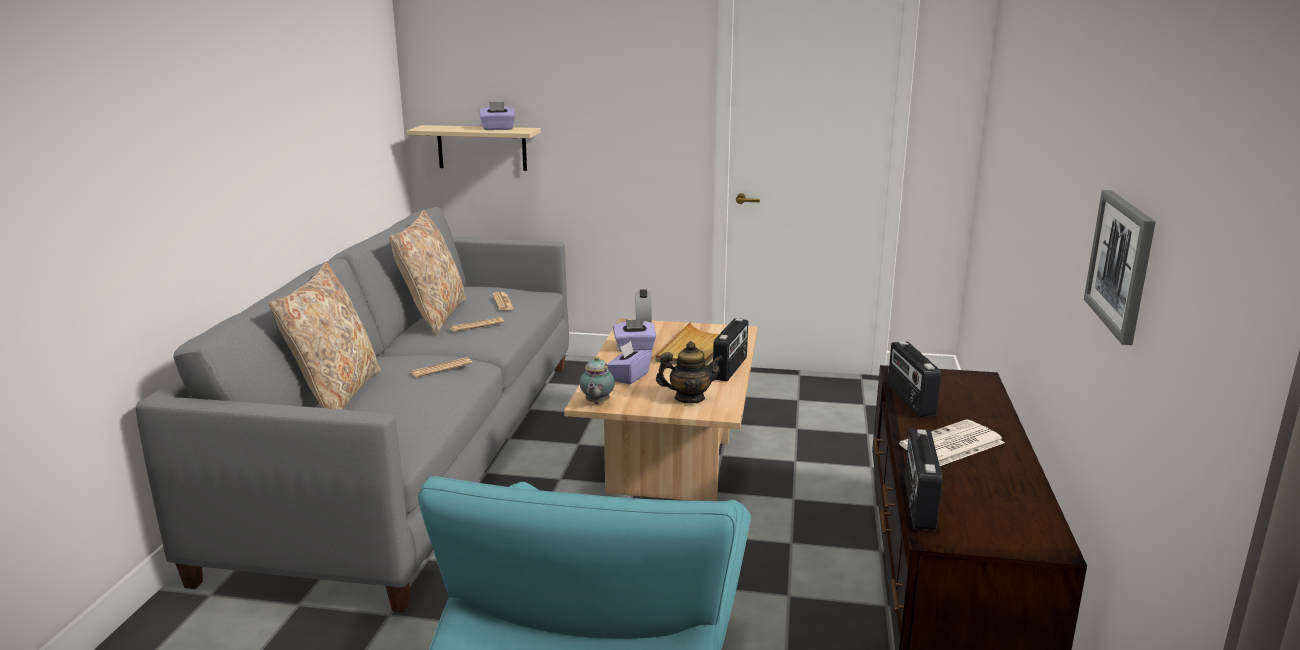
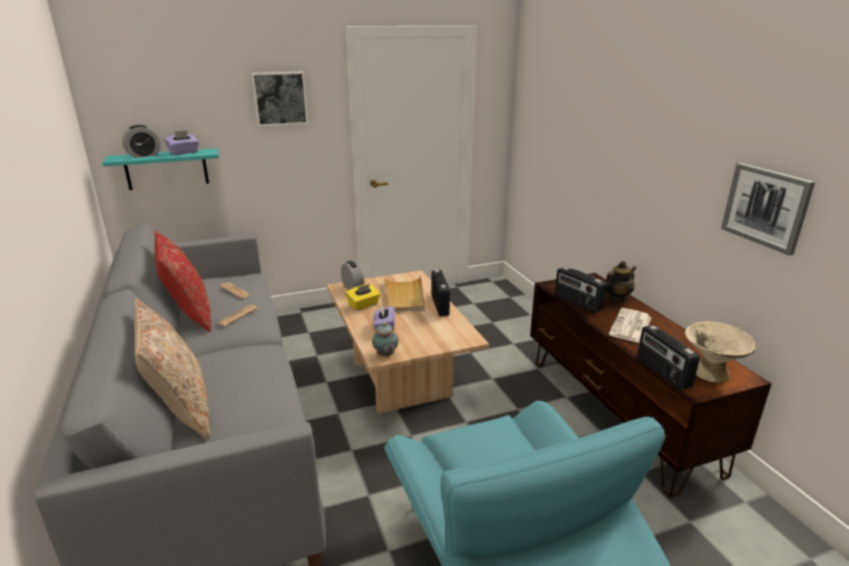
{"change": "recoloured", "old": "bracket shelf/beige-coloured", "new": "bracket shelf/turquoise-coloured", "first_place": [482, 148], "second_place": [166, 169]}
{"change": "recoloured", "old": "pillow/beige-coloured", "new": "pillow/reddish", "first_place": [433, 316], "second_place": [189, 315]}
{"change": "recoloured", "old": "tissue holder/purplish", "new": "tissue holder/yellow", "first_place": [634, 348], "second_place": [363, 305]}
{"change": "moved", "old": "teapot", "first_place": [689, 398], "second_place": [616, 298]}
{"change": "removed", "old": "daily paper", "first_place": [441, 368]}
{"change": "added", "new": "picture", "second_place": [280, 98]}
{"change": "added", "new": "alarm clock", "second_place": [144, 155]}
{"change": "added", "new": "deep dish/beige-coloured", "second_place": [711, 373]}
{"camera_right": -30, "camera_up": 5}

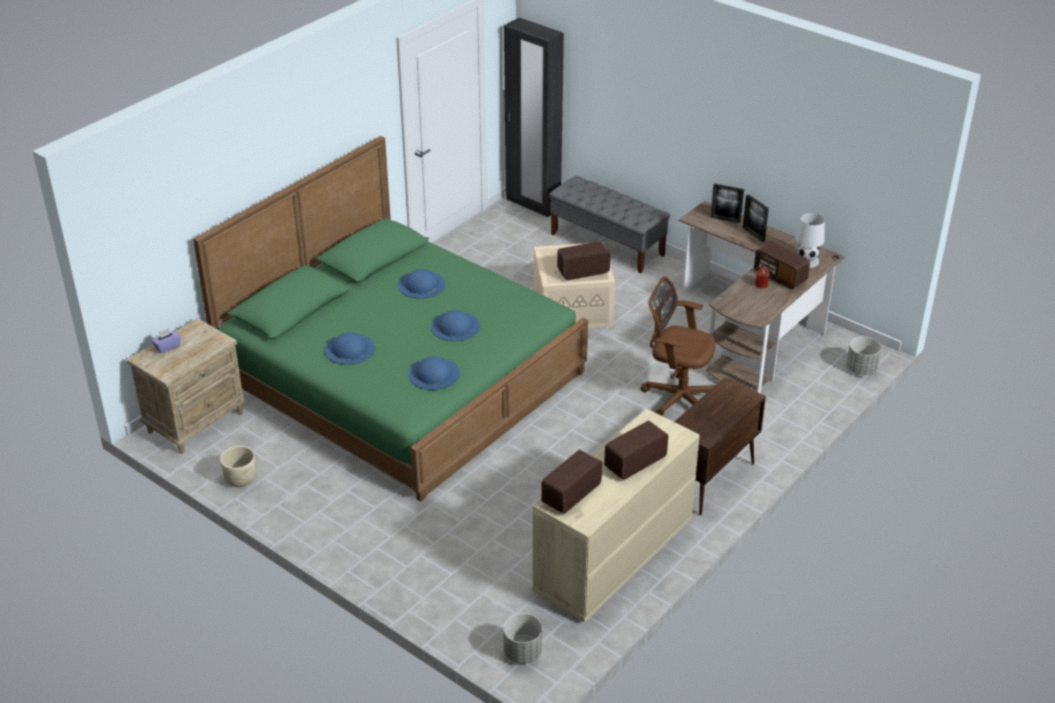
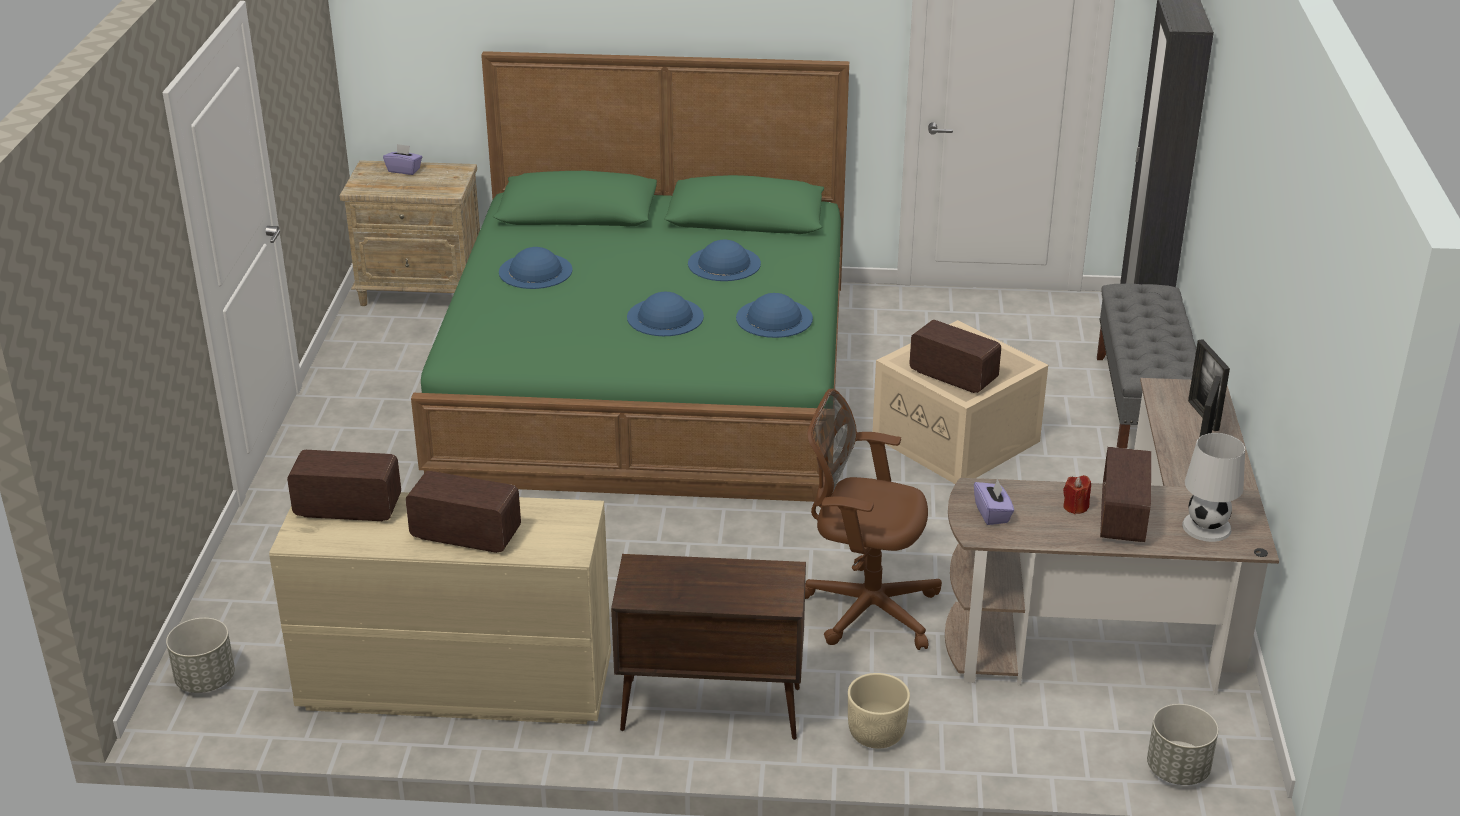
{"change": "turned", "old": "office chair/brown", "first_place": [677, 399], "second_place": [864, 607], "degrees": -60}
{"change": "moved", "old": "hat/blue-coloured", "first_place": [434, 373], "second_place": [774, 318]}
{"change": "moved", "old": "plant pot/beige-coloured", "first_place": [241, 479], "second_place": [876, 734]}
{"change": "added", "new": "tissue holder/purplish", "second_place": [992, 514]}
{"camera_right": 55, "camera_up": -5}

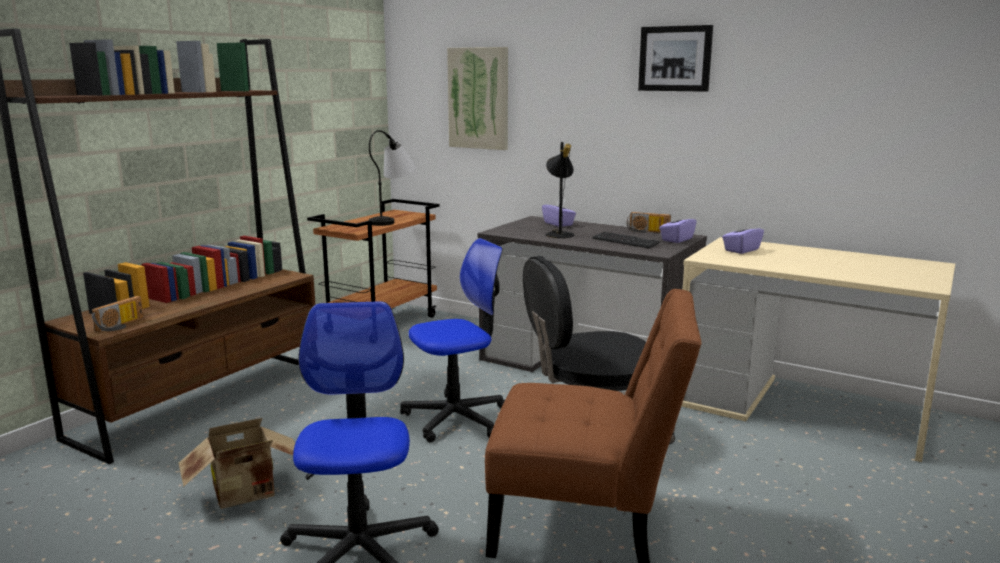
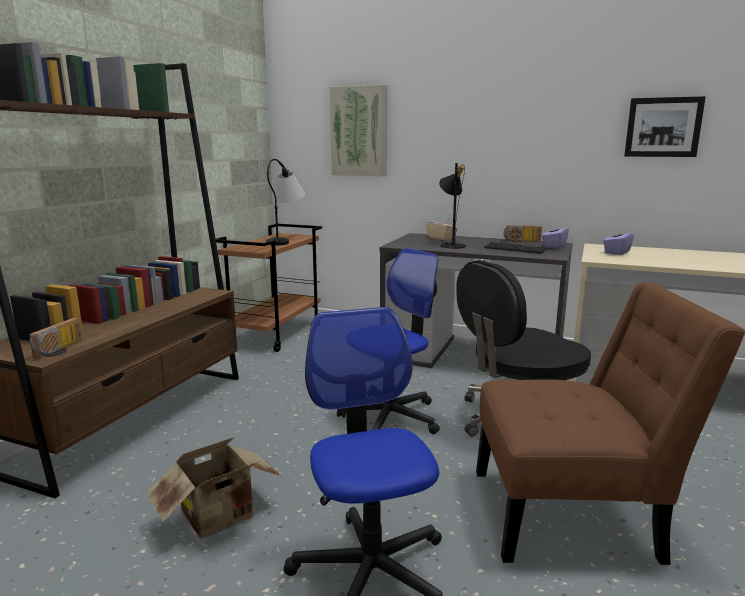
{"change": "moved", "old": "picture", "first_place": [675, 58], "second_place": [663, 127]}
{"change": "recoloured", "old": "tissue holder/purplish", "new": "tissue holder/beige-coloured", "first_place": [558, 224], "second_place": [441, 238]}
{"camera_right": -10, "camera_up": 0}

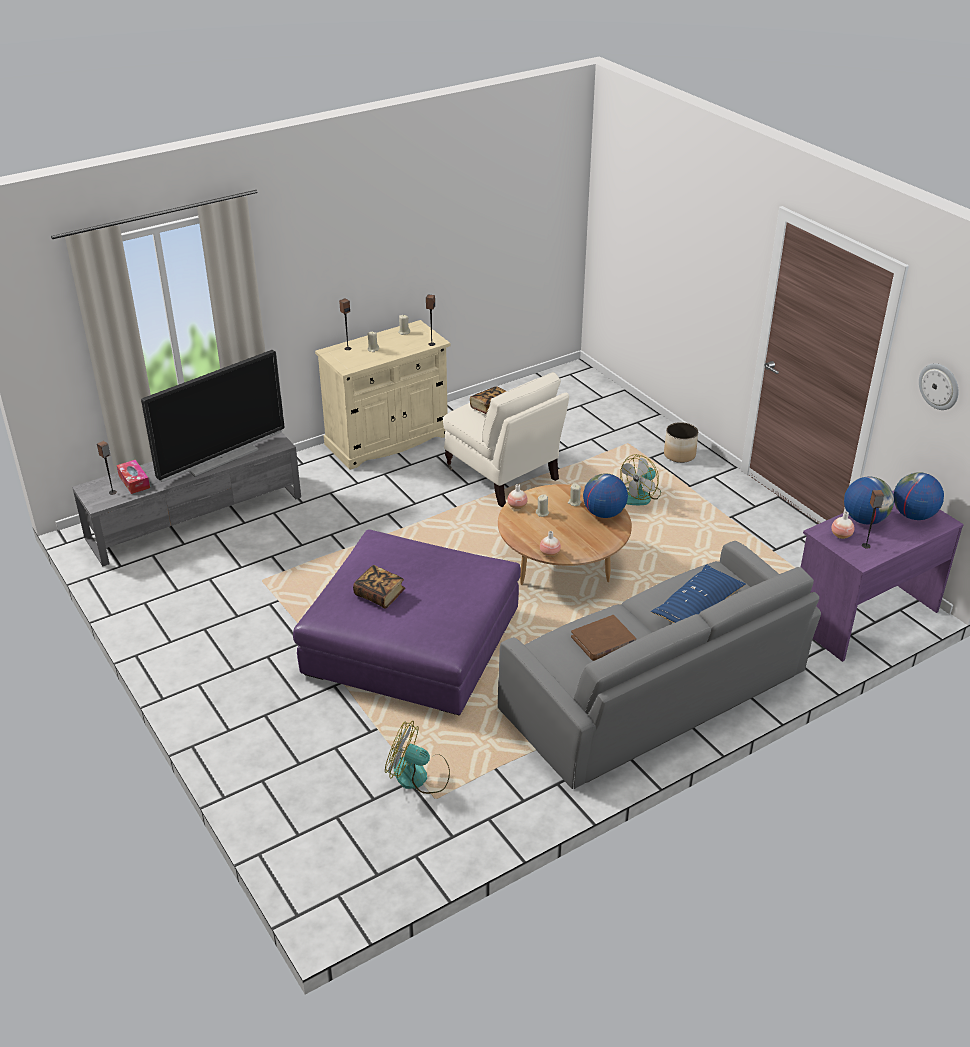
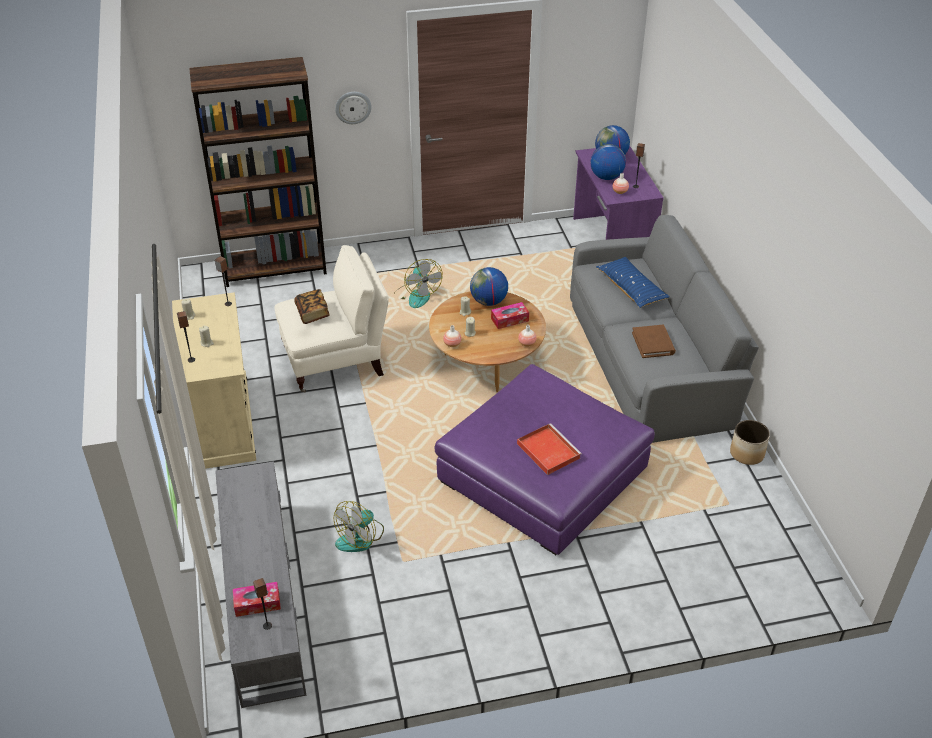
{"change": "removed", "old": "TV set", "first_place": [221, 458]}
{"change": "moved", "old": "clock on the wall", "first_place": [939, 386], "second_place": [353, 107]}
{"change": "moved", "old": "plant pot", "first_place": [679, 455], "second_place": [747, 453]}
{"change": "replaced", "old": "bound book", "new": "carrying tray/reddish", "first_place": [379, 595], "second_place": [547, 450]}
{"change": "moved", "old": "electric fan", "first_place": [419, 776], "second_place": [360, 537]}
{"change": "added", "new": "bookshelf/brown", "second_place": [275, 268]}
{"change": "added", "new": "tissue holder", "second_place": [509, 320]}
{"camera_right": -70, "camera_up": 5}

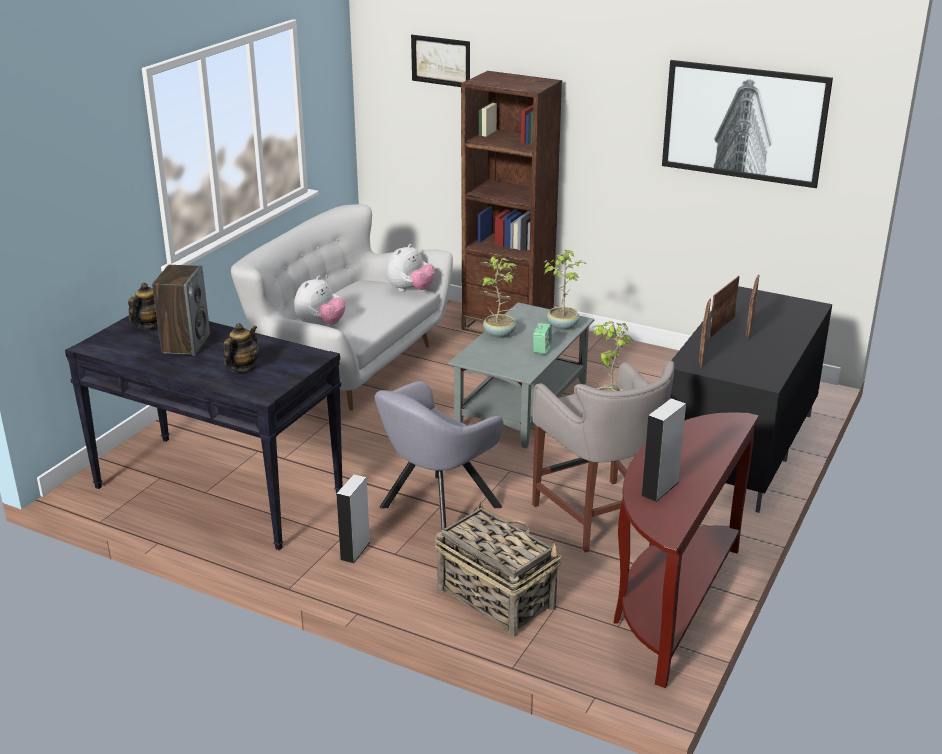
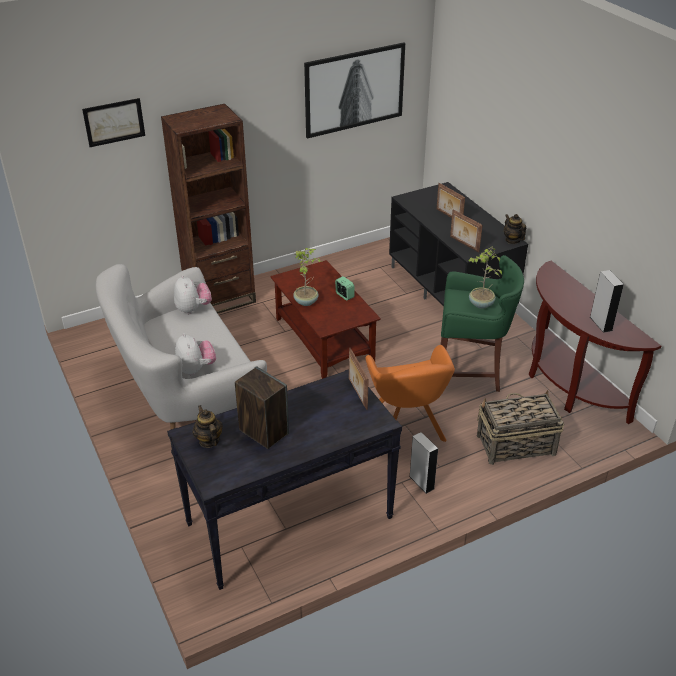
{"change": "removed", "old": "plant in a pot", "first_place": [563, 326]}
{"change": "moved", "old": "photo frame", "first_place": [721, 327], "second_place": [357, 394]}
{"change": "recoloured", "old": "low table/greyish", "new": "low table/brown", "first_place": [522, 404], "second_place": [323, 339]}
{"change": "moved", "old": "teapot", "first_place": [242, 368], "second_place": [512, 240]}
{"change": "recoloured", "old": "stool/greyish", "new": "stool/greenish", "first_place": [599, 517], "second_place": [471, 370]}
{"change": "recoloured", "old": "armchair/greyish", "new": "armchair/orangey", "first_place": [435, 509], "second_place": [407, 429]}
{"camera_right": -55, "camera_up": 10}

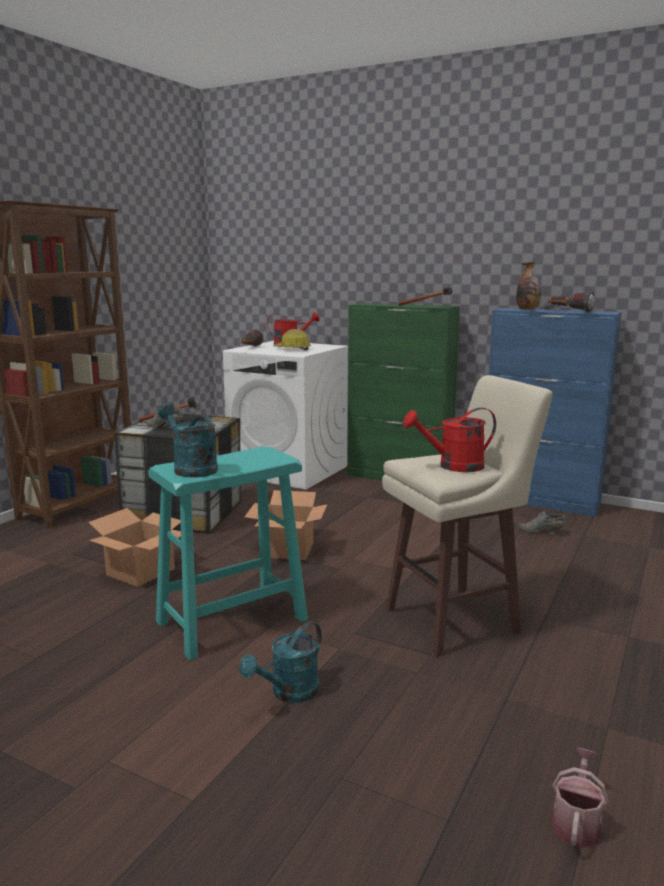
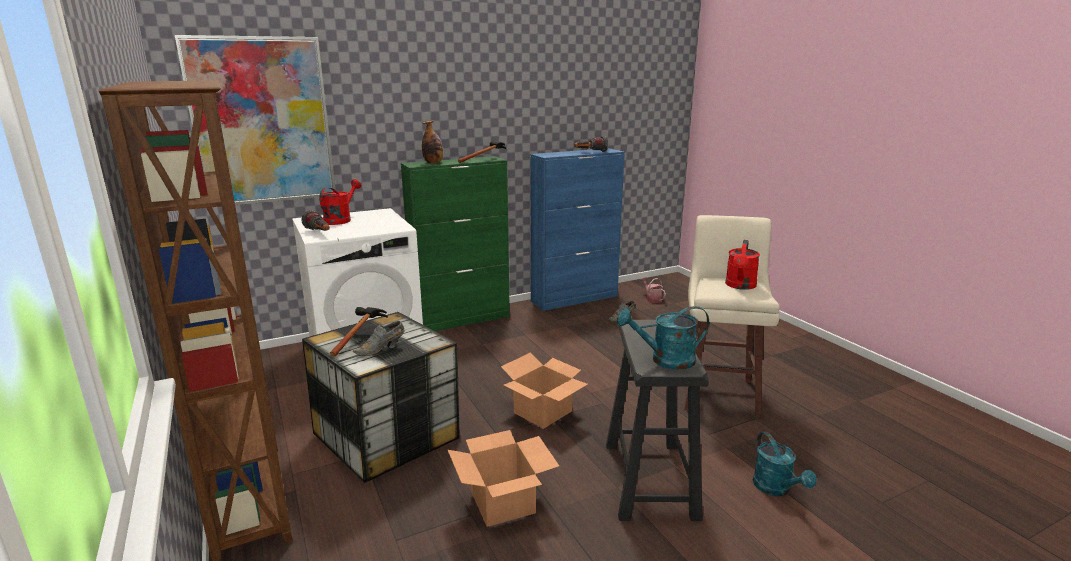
{"change": "moved", "old": "bottle", "first_place": [527, 310], "second_place": [433, 163]}
{"change": "removed", "old": "safety helmet", "first_place": [292, 349]}
{"change": "recoloured", "old": "stool/turquoise-coloured", "new": "stool/black-coloured", "first_place": [231, 621], "second_place": [649, 480]}
{"change": "moved", "old": "watering pot", "first_place": [576, 822], "second_place": [652, 298]}
{"change": "added", "new": "picture", "second_place": [262, 122]}
{"camera_right": -55, "camera_up": 5}

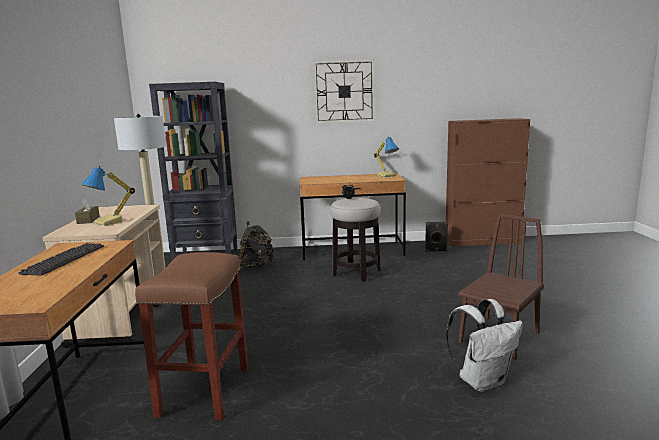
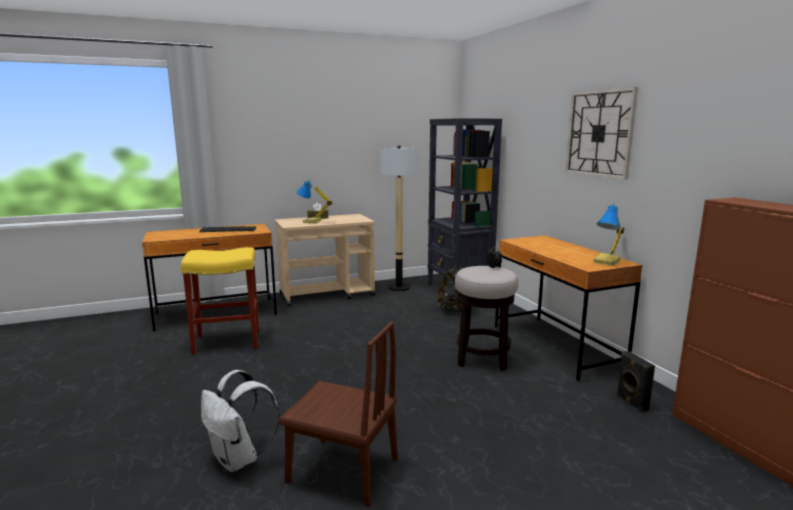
{"change": "recoloured", "old": "stool/brown", "new": "stool/yellow", "first_place": [205, 392], "second_place": [226, 342]}
{"camera_right": 70, "camera_up": 0}

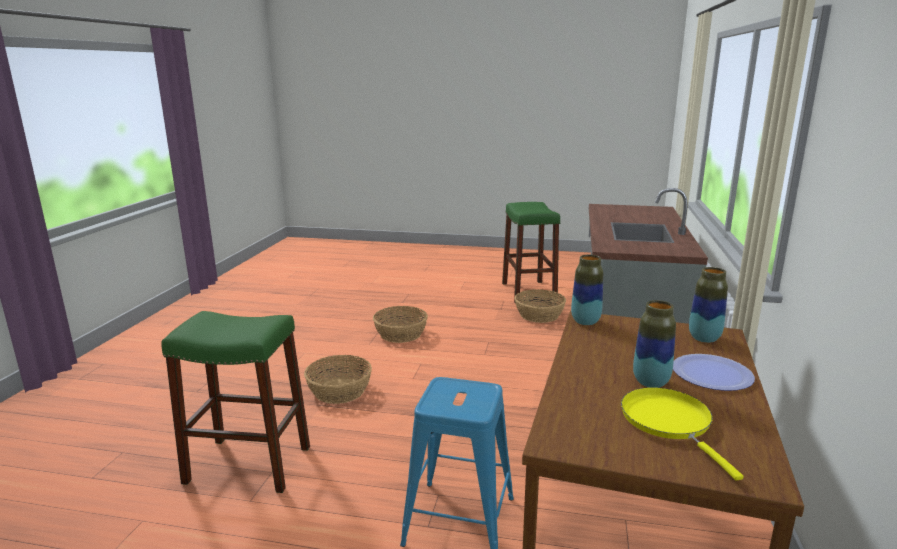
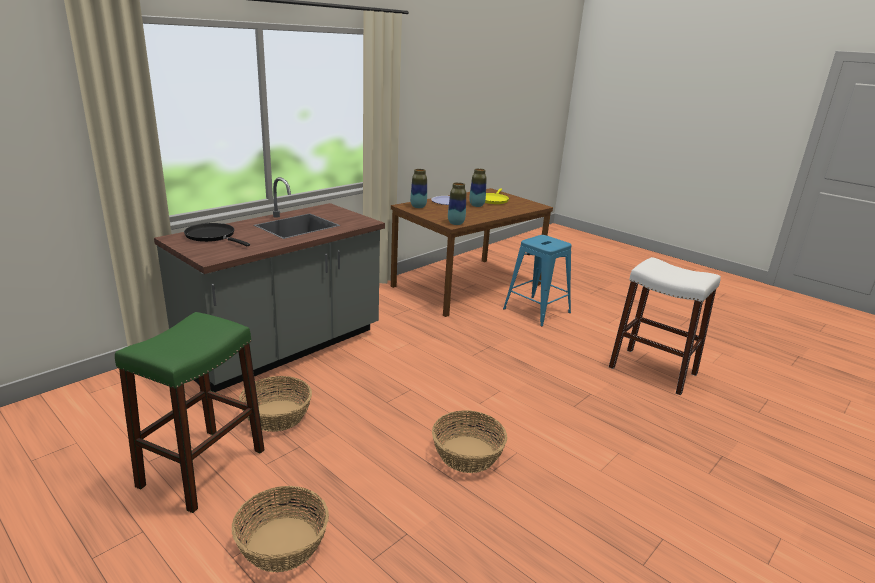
{"change": "recoloured", "old": "stool/greenish", "new": "stool/white", "first_place": [248, 464], "second_place": [653, 370]}
{"change": "moved", "old": "household basket", "first_place": [340, 390], "second_place": [282, 544]}
{"change": "added", "new": "pan/black-coloured", "second_place": [213, 236]}
{"camera_right": -150, "camera_up": 5}

